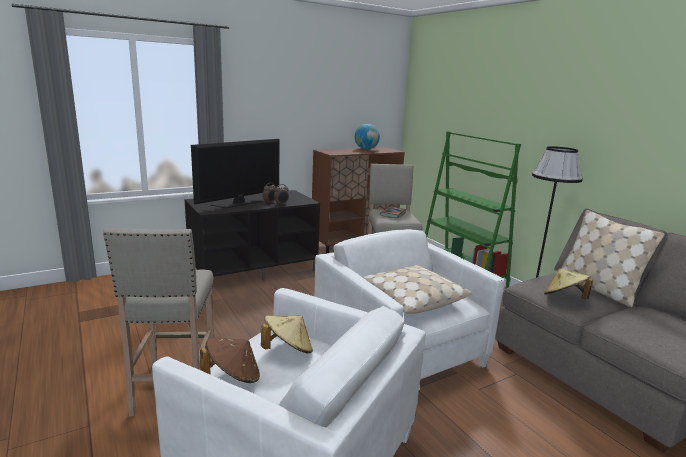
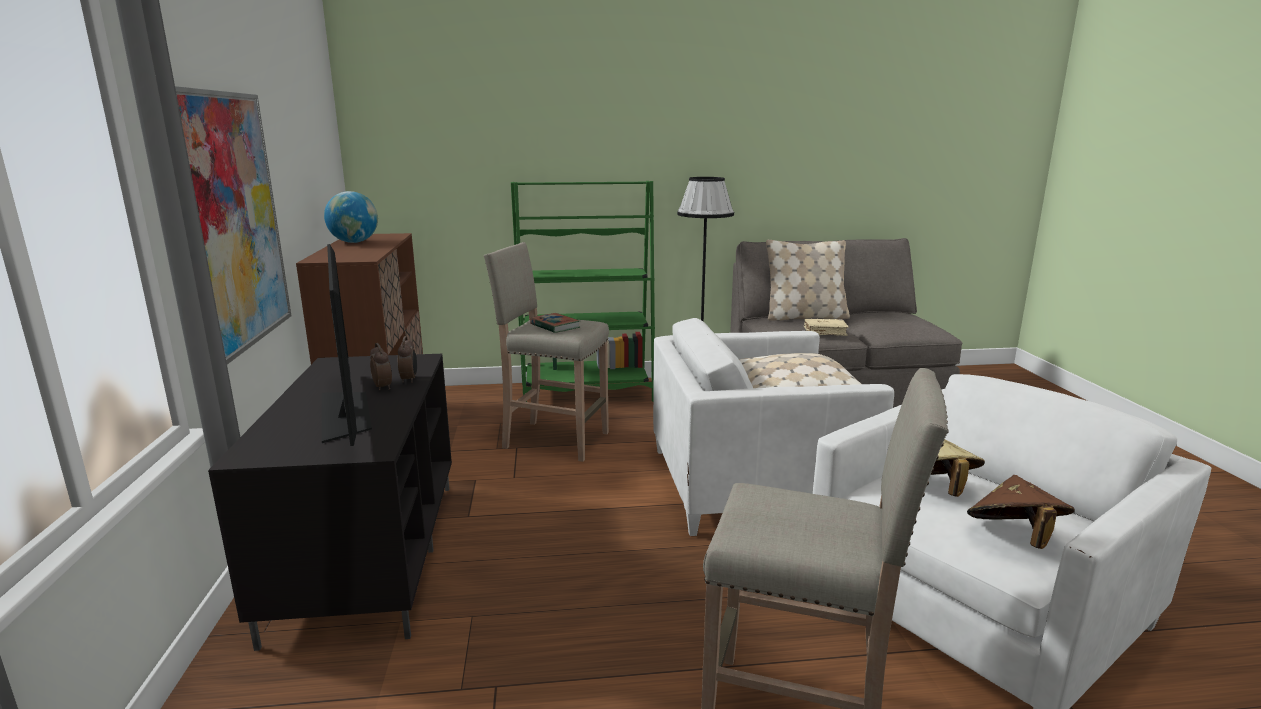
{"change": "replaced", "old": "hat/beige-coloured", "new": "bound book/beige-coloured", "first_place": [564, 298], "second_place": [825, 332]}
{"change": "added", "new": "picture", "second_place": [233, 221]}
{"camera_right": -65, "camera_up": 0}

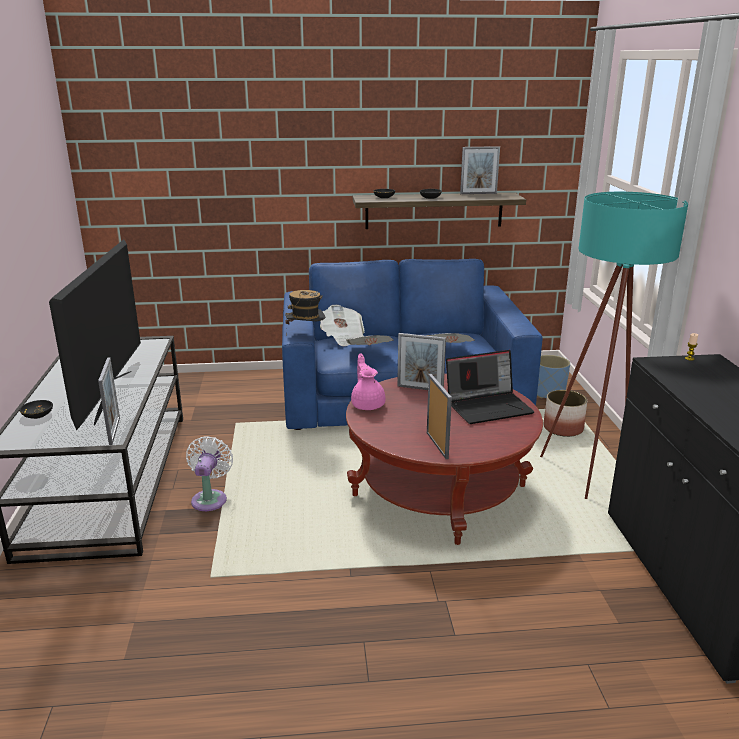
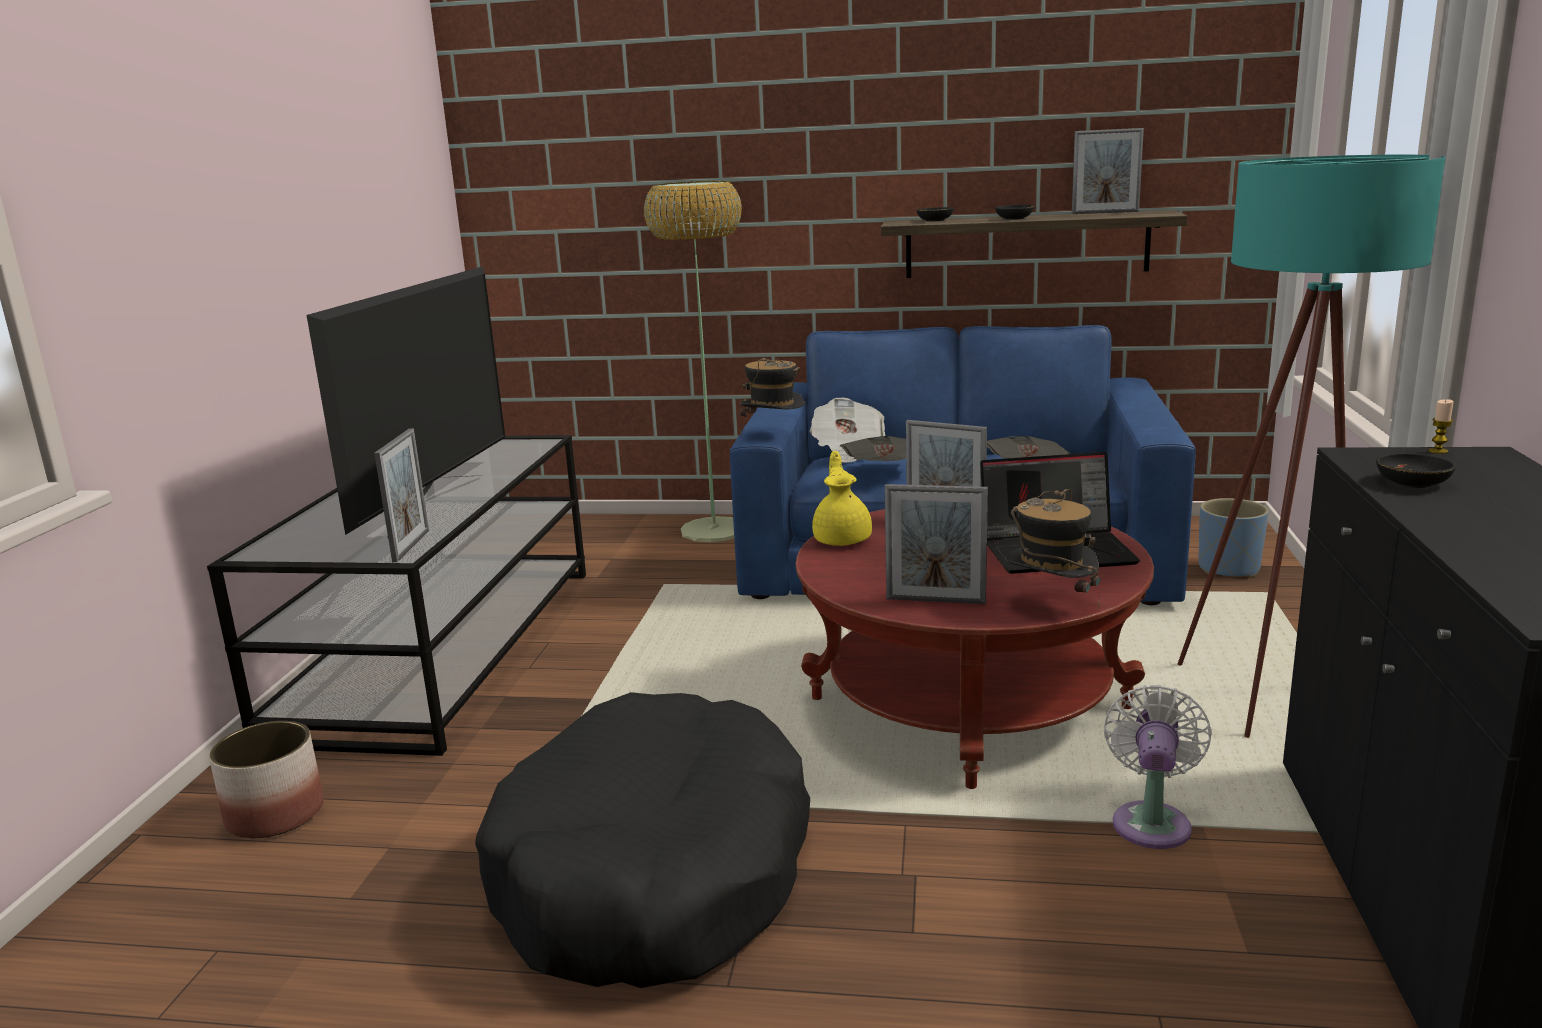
{"change": "recoloured", "old": "teapot/pink", "new": "teapot/yellow", "first_place": [368, 404], "second_place": [843, 539]}
{"change": "turned", "old": "photo frame", "first_place": [437, 445], "second_place": [935, 600], "degrees": 105}
{"change": "moved", "old": "plant pot", "first_place": [563, 428], "second_place": [276, 814]}
{"change": "moved", "old": "deep dish/black-coloured", "first_place": [37, 415], "second_place": [1411, 482]}
{"change": "moved", "old": "electric fan/white", "first_place": [210, 498], "second_place": [1151, 821]}
{"change": "added", "new": "standing lamp", "second_place": [714, 530]}
{"change": "added", "new": "hat", "second_place": [1050, 605]}
{"change": "added", "new": "dog bed/black-coloured", "second_place": [654, 874]}
{"camera_right": 15, "camera_up": -5}

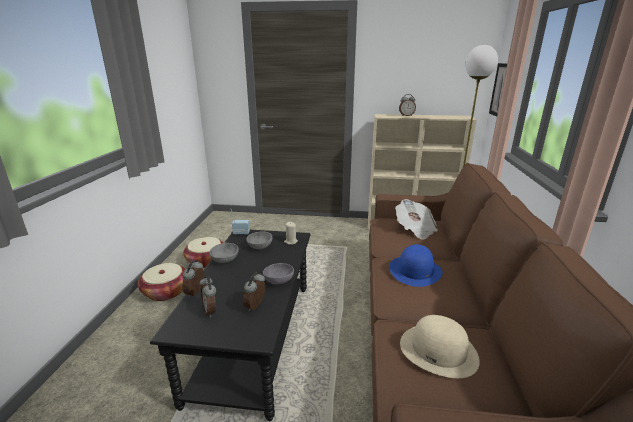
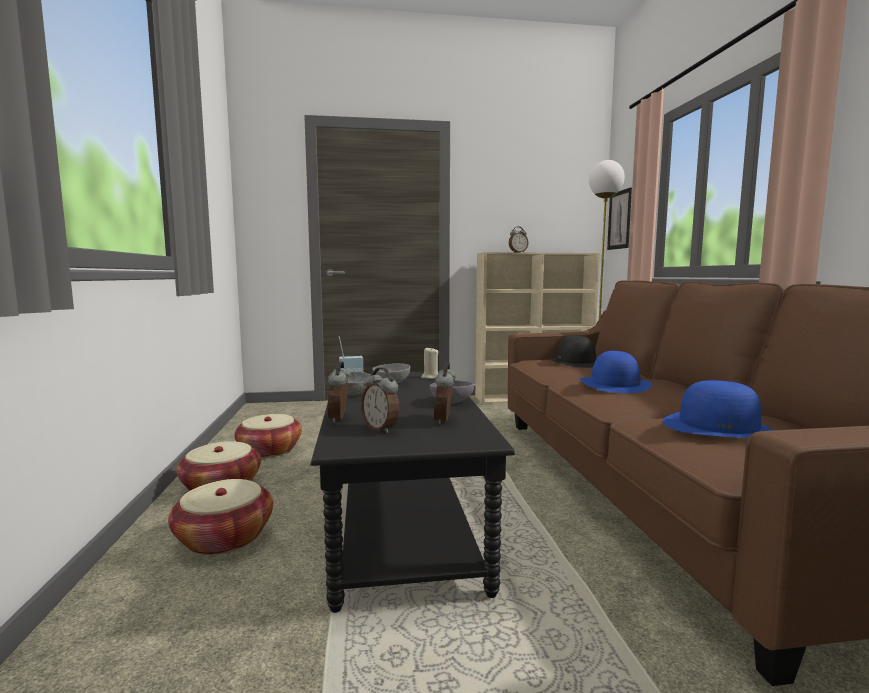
{"change": "replaced", "old": "daily paper", "new": "hat/black-coloured", "first_place": [415, 229], "second_place": [576, 362]}
{"change": "recoloured", "old": "hat/beige-coloured", "new": "hat/blue-coloured", "first_place": [438, 350], "second_place": [718, 427]}
{"change": "added", "new": "household basket", "second_place": [224, 538]}
{"camera_right": -15, "camera_up": -15}

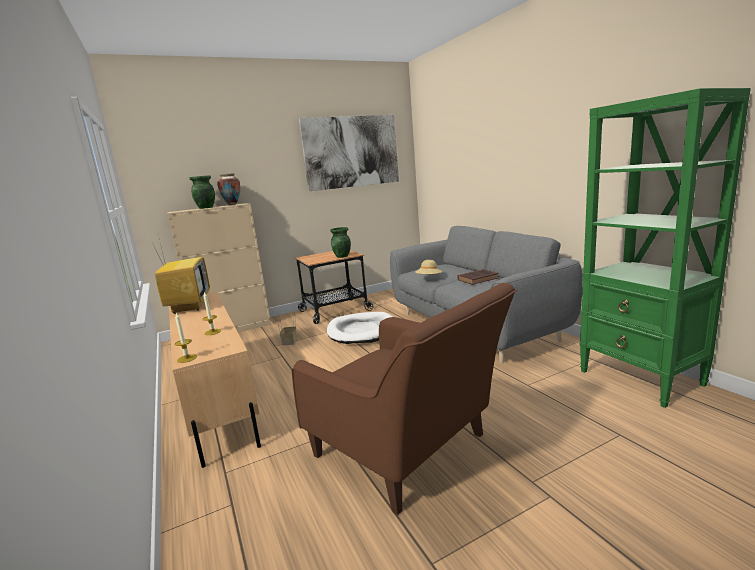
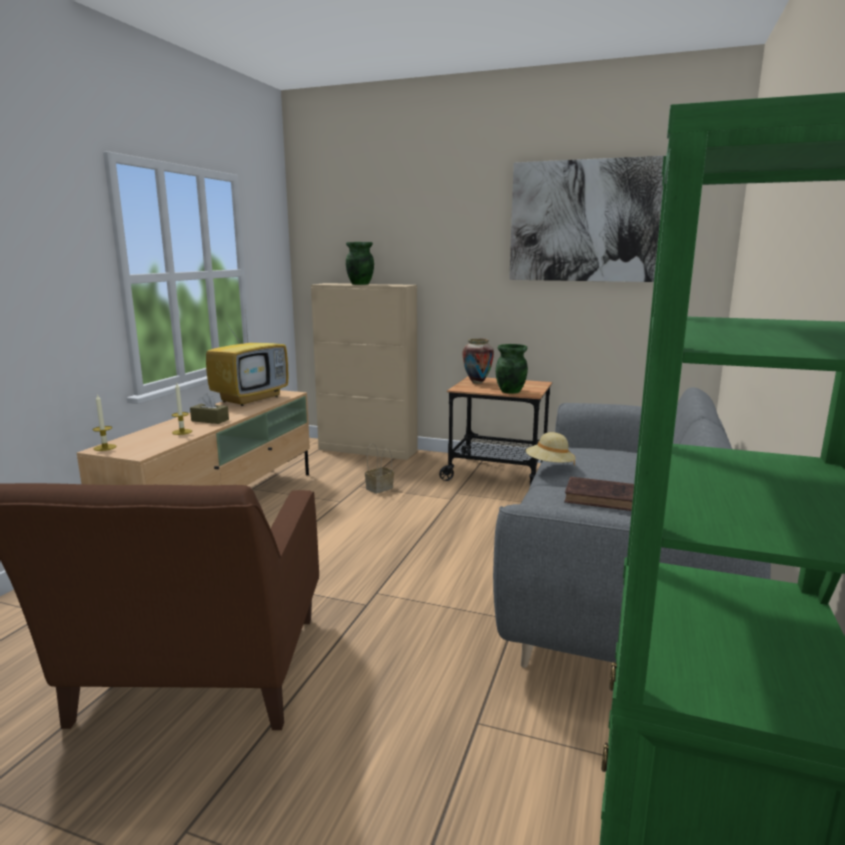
{"change": "moved", "old": "decorative vase", "first_place": [232, 204], "second_place": [477, 382]}
{"change": "removed", "old": "dog bed/white", "first_place": [362, 331]}
{"change": "added", "new": "tissue holder/brown", "second_place": [210, 420]}
{"camera_right": 45, "camera_up": 0}

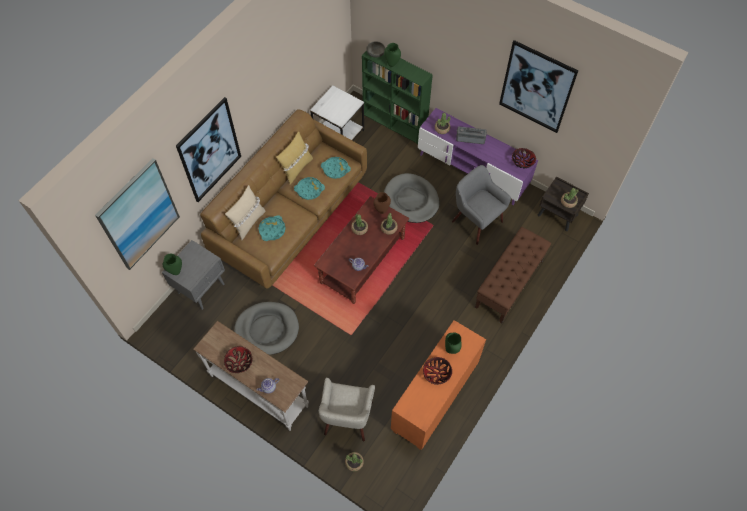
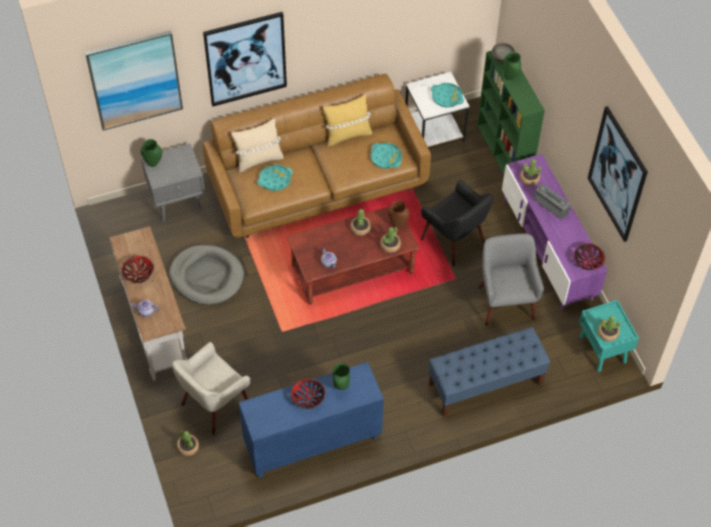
{"change": "replaced", "old": "dog bed/greyish", "new": "armchair/black-coloured", "first_place": [411, 200], "second_place": [454, 240]}
{"change": "moved", "old": "carrying tray/turquoise-coloured", "first_place": [309, 190], "second_place": [447, 97]}
{"change": "recoloured", "old": "night table/brown", "new": "night table/turquoise-coloured", "first_place": [558, 215], "second_place": [603, 350]}
{"change": "recoloured", "old": "long seat/brown", "new": "long seat/blue-coloured", "first_place": [509, 284], "second_place": [485, 384]}
{"change": "recoloured", "old": "storage cabinet/orangey", "new": "storage cabinet/blue-coloured", "first_place": [434, 399], "second_place": [312, 443]}
{"camera_right": 35, "camera_up": -5}

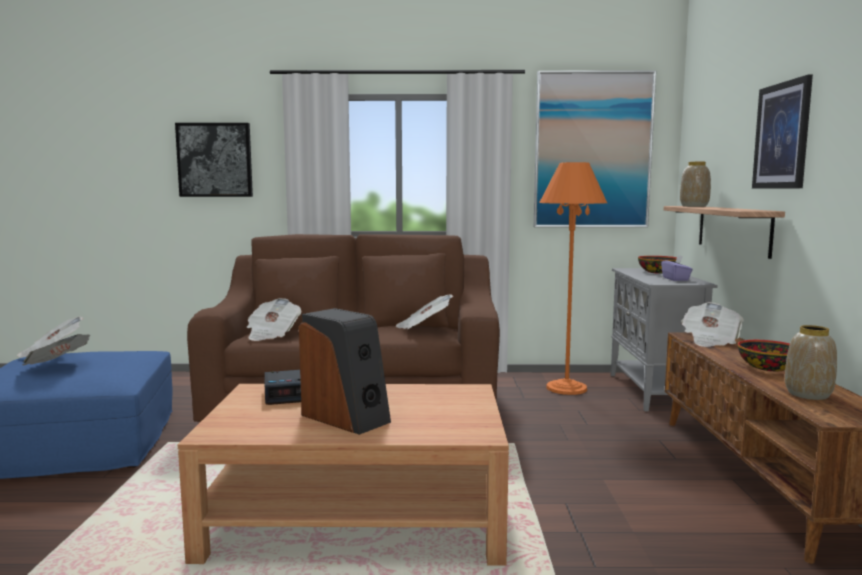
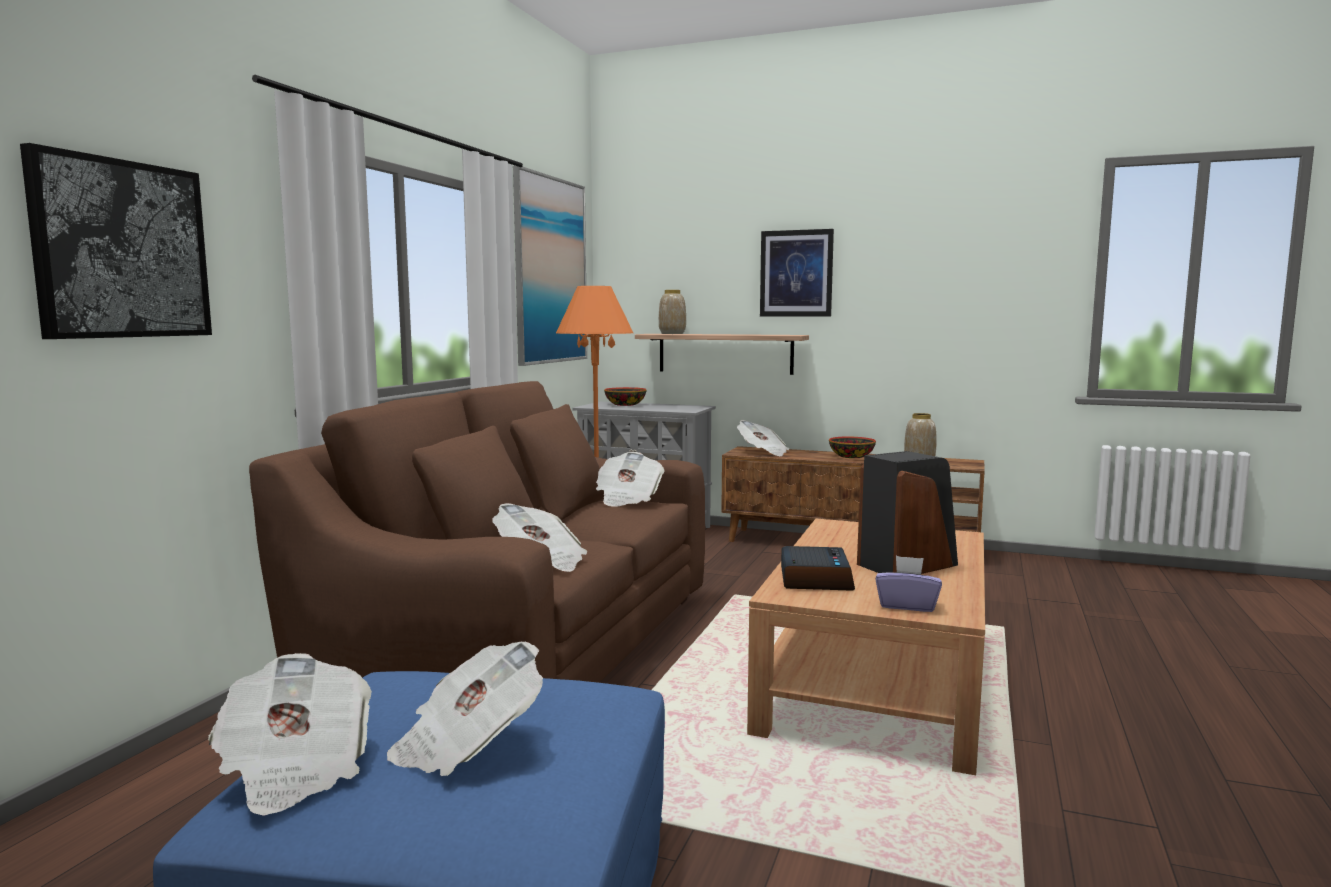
{"change": "moved", "old": "tissue holder/purplish", "first_place": [676, 279], "second_place": [907, 605]}
{"camera_right": -70, "camera_up": 0}

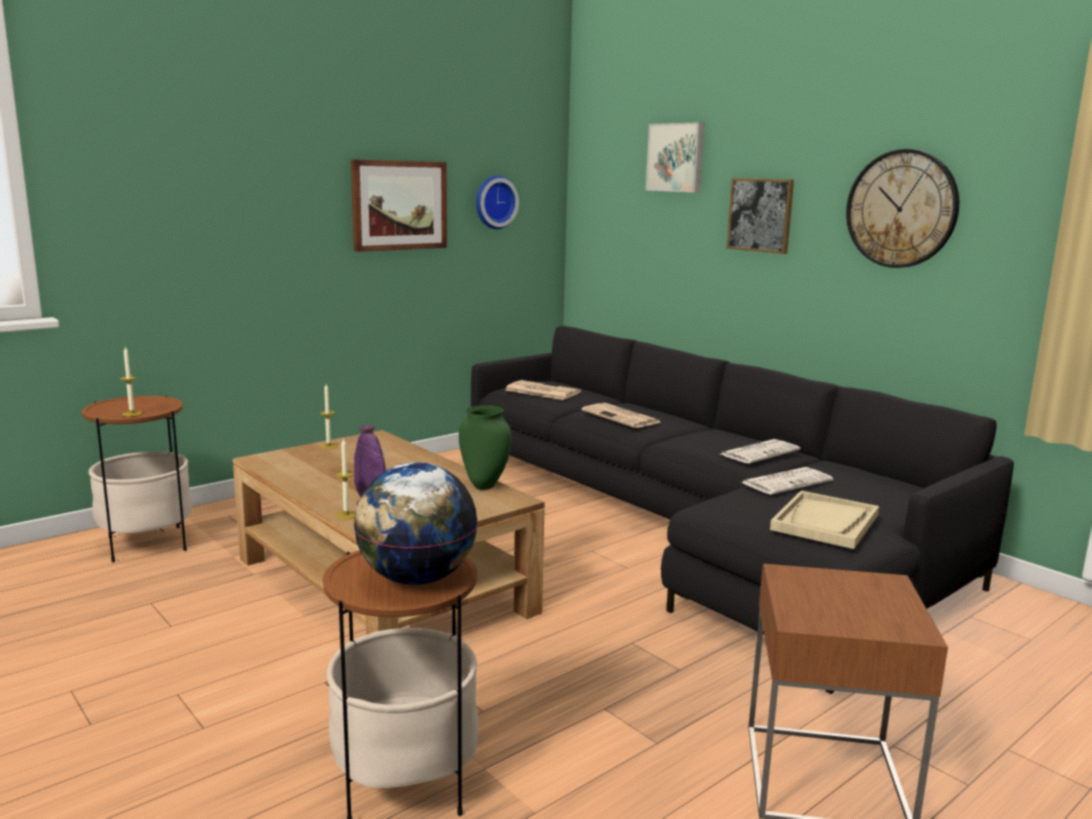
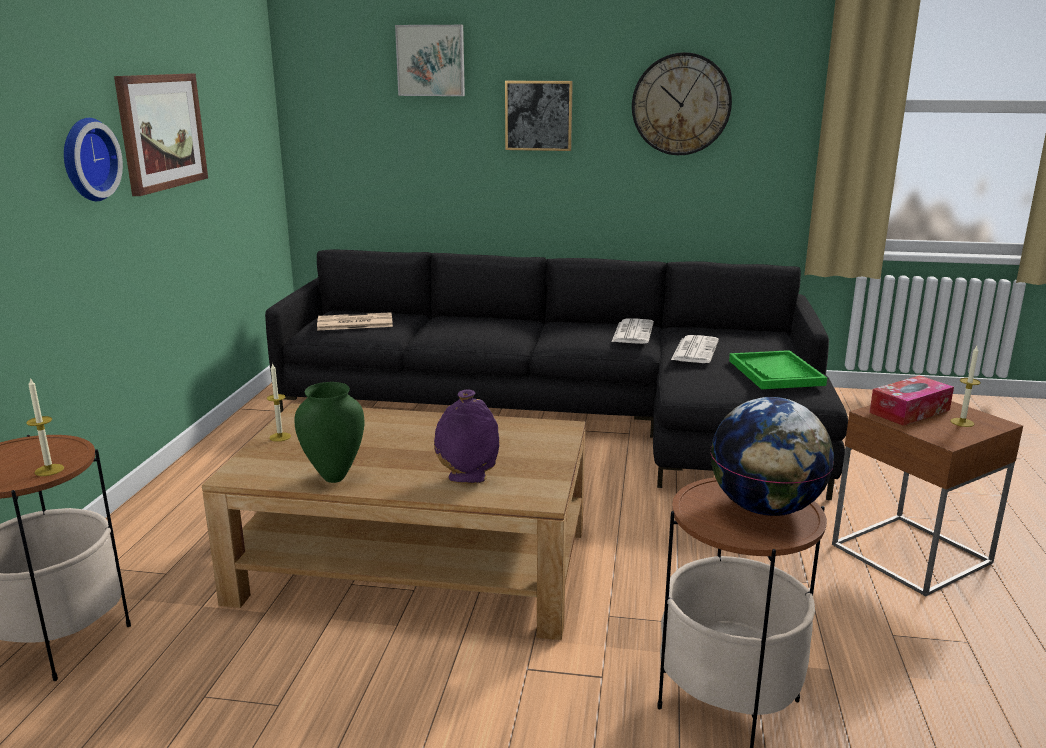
{"change": "moved", "old": "clock on the wall", "first_place": [494, 202], "second_place": [86, 159]}
{"change": "removed", "old": "daily paper", "first_place": [622, 417]}
{"change": "moved", "old": "decorative vase/greenish", "first_place": [484, 486], "second_place": [334, 477]}
{"change": "moved", "old": "wax light", "first_place": [346, 515], "second_place": [962, 422]}
{"change": "recoloured", "old": "carrying tray/beige-coloured", "new": "carrying tray/greenish", "first_place": [825, 522], "second_place": [776, 373]}
{"change": "added", "new": "tissue holder", "second_place": [909, 411]}
{"camera_right": -40, "camera_up": 5}

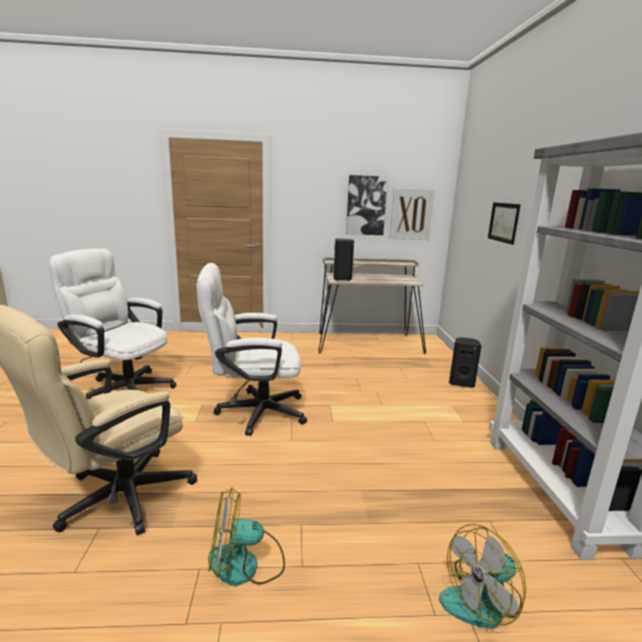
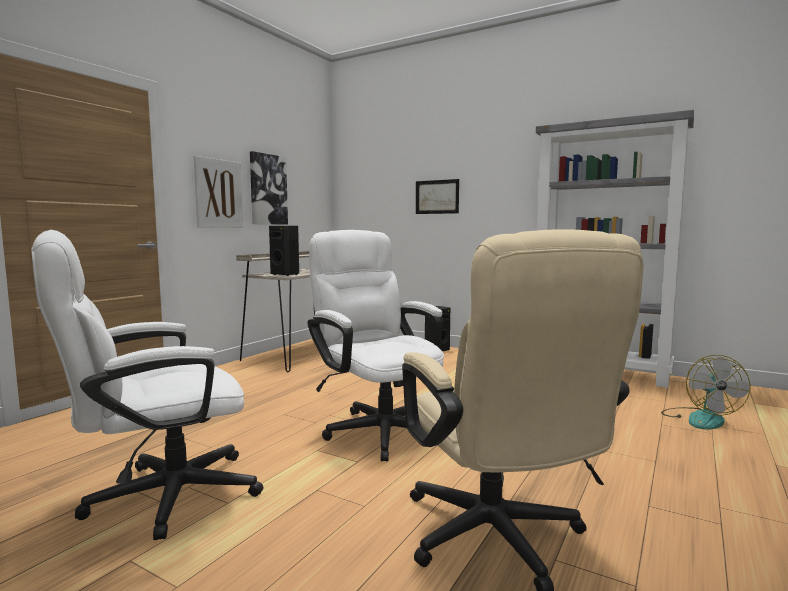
{"change": "moved", "old": "picture", "first_place": [411, 214], "second_place": [218, 194]}
{"change": "turned", "old": "office chair/white", "first_place": [253, 412], "second_place": [378, 428], "degrees": 120}
{"change": "removed", "old": "electric fan", "first_place": [245, 564]}
{"camera_right": -55, "camera_up": -10}

